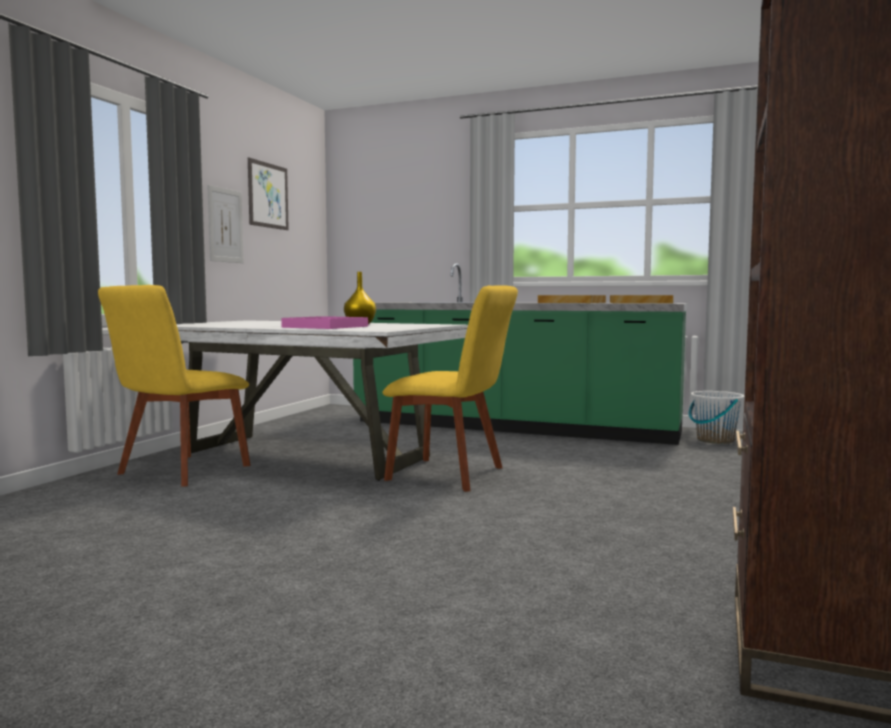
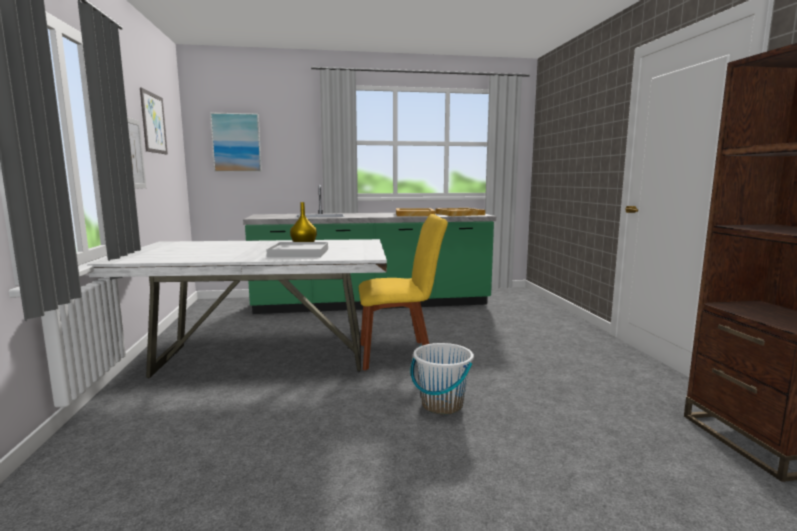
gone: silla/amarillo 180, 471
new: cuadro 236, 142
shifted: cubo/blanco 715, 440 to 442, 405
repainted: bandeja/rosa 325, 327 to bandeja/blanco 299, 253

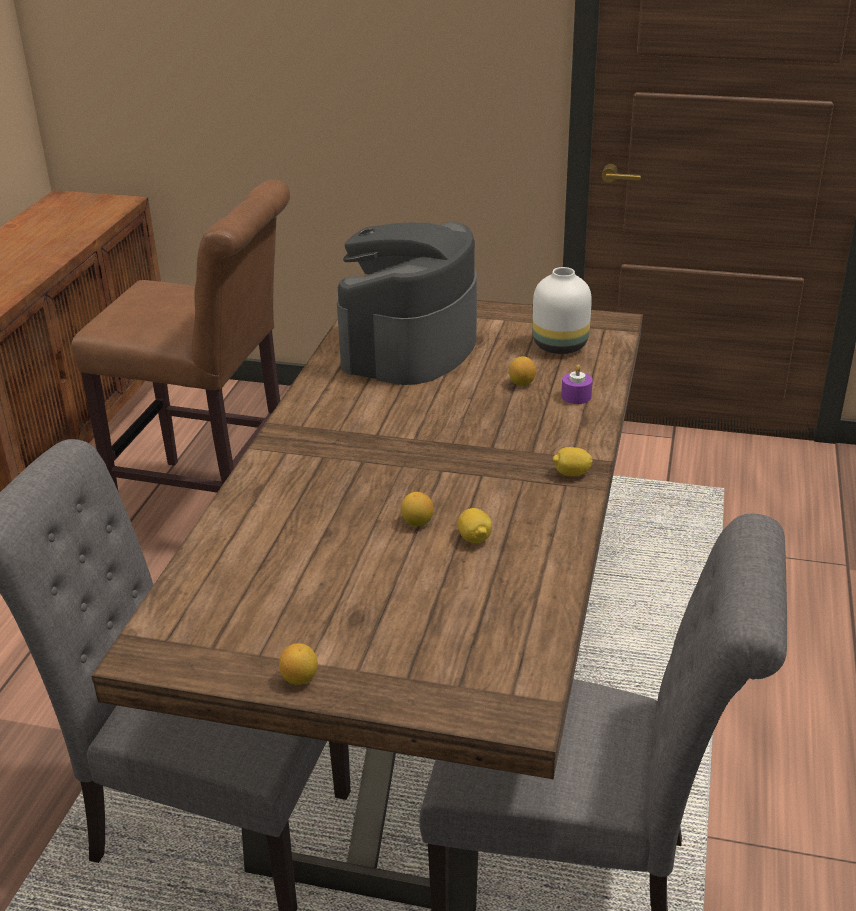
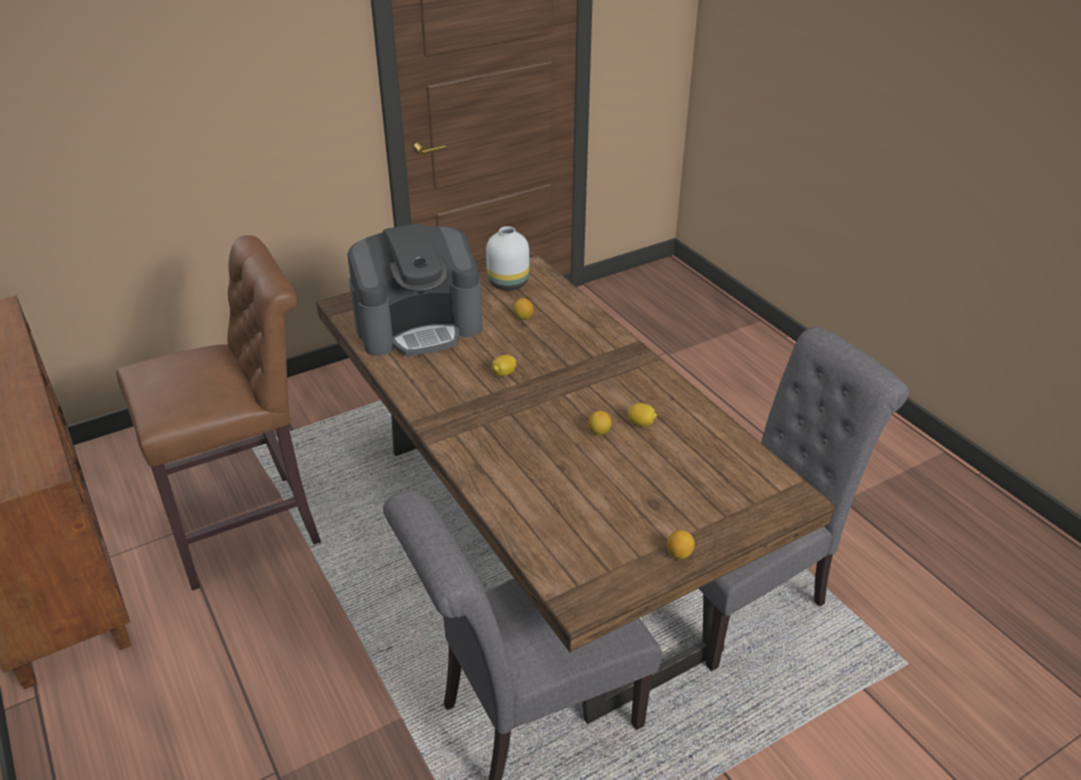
gone: vela/morado 576, 396
shifted: limón 571, 474 to 504, 373
rotated: cafetera 409, 347 = 419, 326 90 degrees counterclockwise

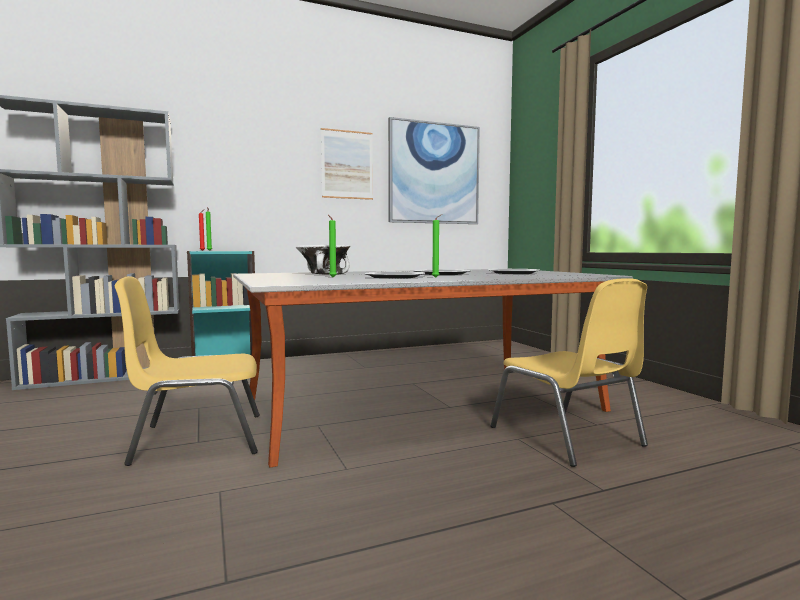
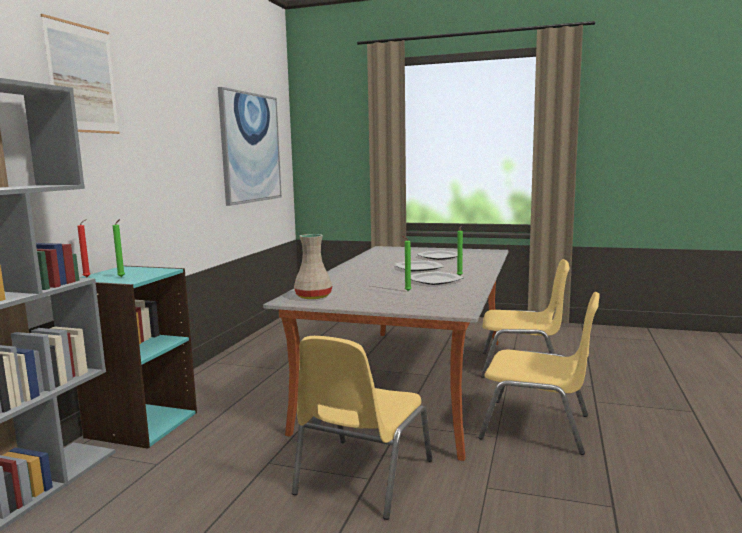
gone: cuenco/blanco 324, 274
new: florero/beis 312, 296; silla/amarillo 537, 427
shifted: cuadro 347, 164 to 82, 79

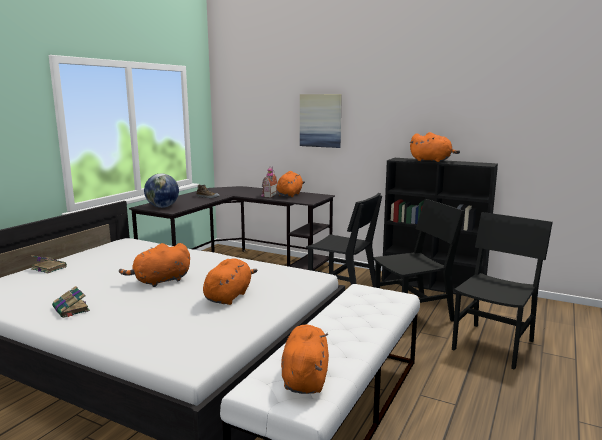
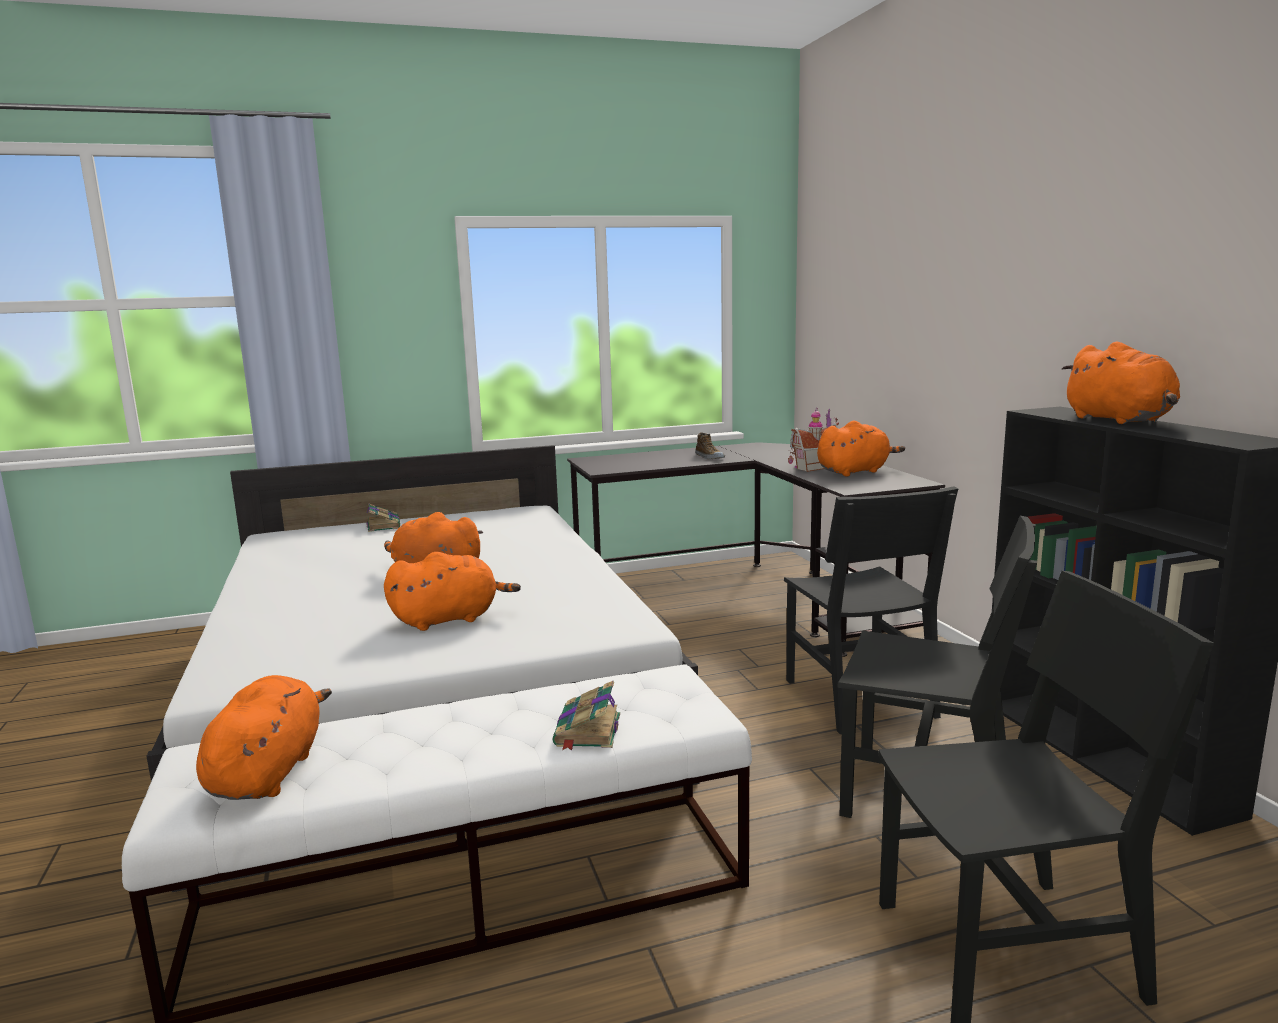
gone: globo terráqueo 162, 207; cuadro 320, 120
shifted: libro 71, 309 to 587, 731
rotated: peluche/naranja 305, 378 = 268, 772 45 degrees counterclockwise

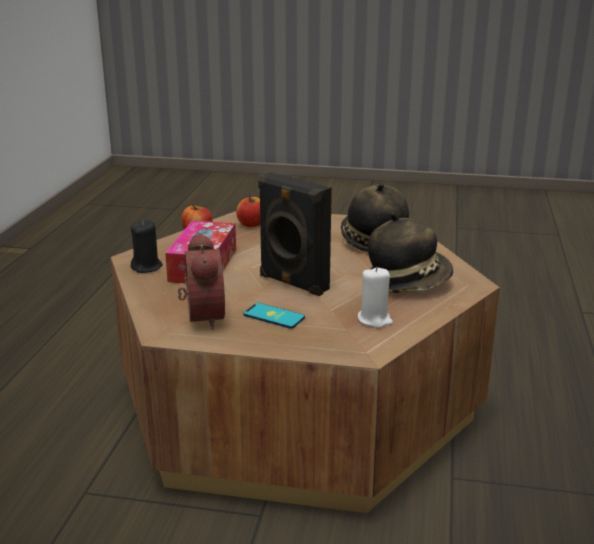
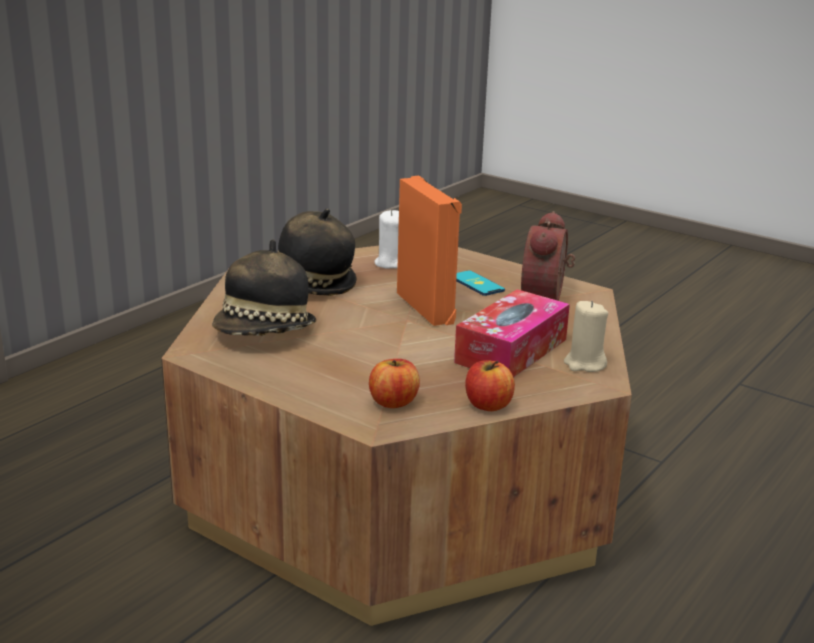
repainted: vela/negro 147, 267 to vela/beis 584, 364; altavoz/negro 292, 283 to altavoz/naranja 427, 307

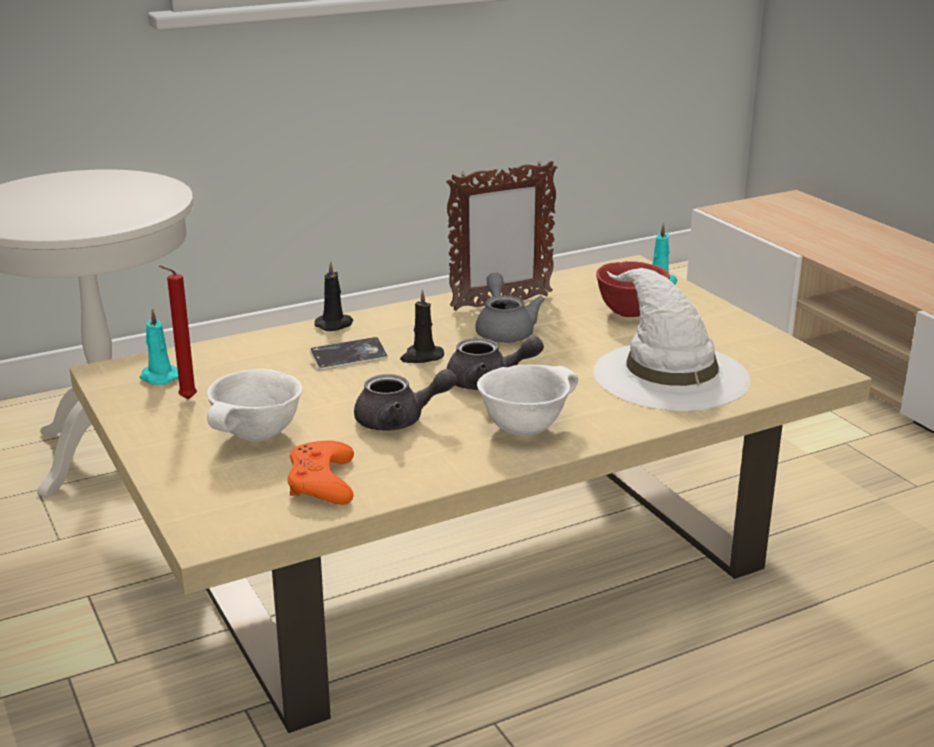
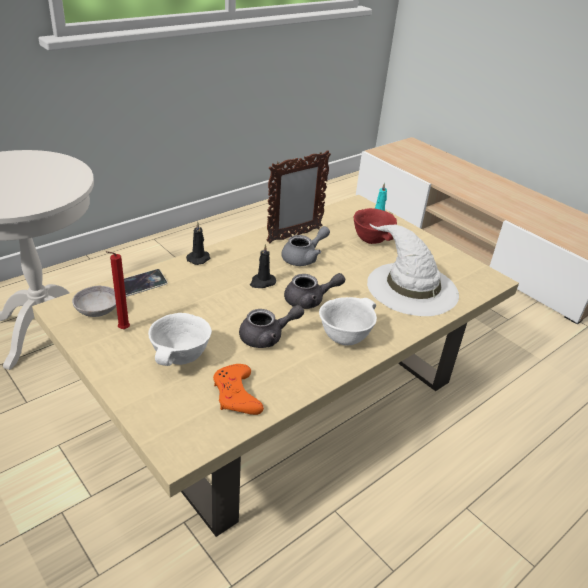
shifted: móvil 349, 358 to 142, 285
swapped: vela/turquesa 159, 377 to cuenco/gris 98, 311
rotated: tetera/gris 504, 330 = 304, 258 75 degrees clockwise

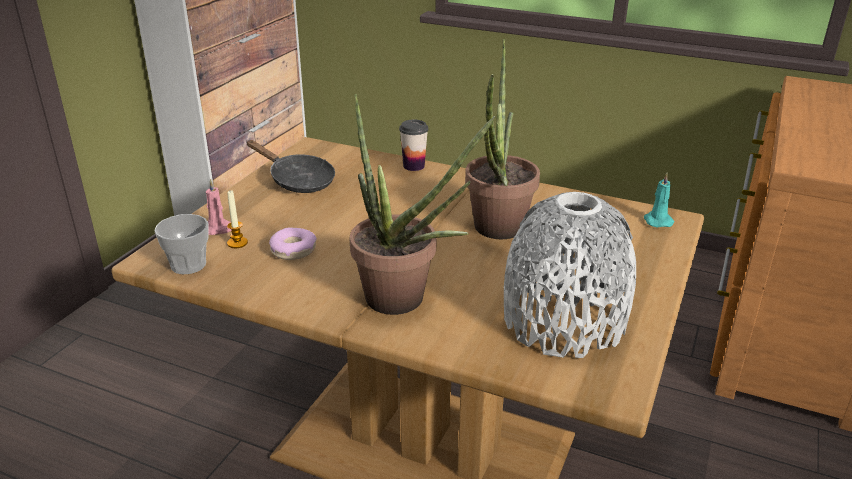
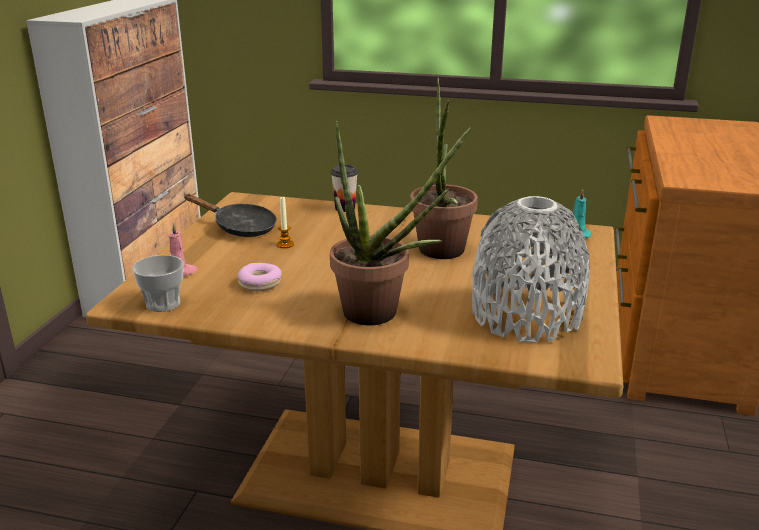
shifted: vela 237, 243 to 285, 244

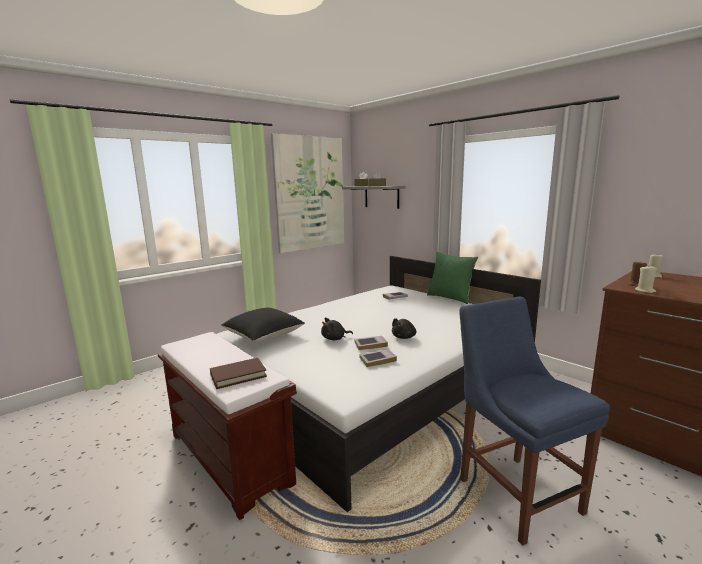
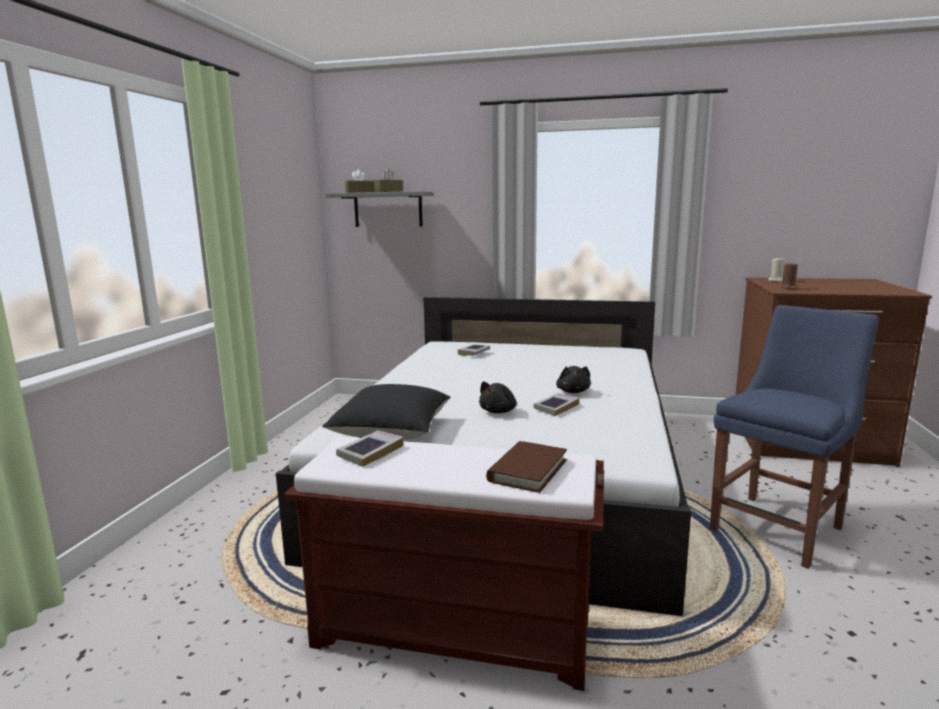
gone: cuadro 310, 193; cojín/verde 450, 298; vela/beis 645, 291
shifted: libro 377, 360 to 370, 452
rotated: silla/azul 515, 491 = 779, 527 105 degrees clockwise

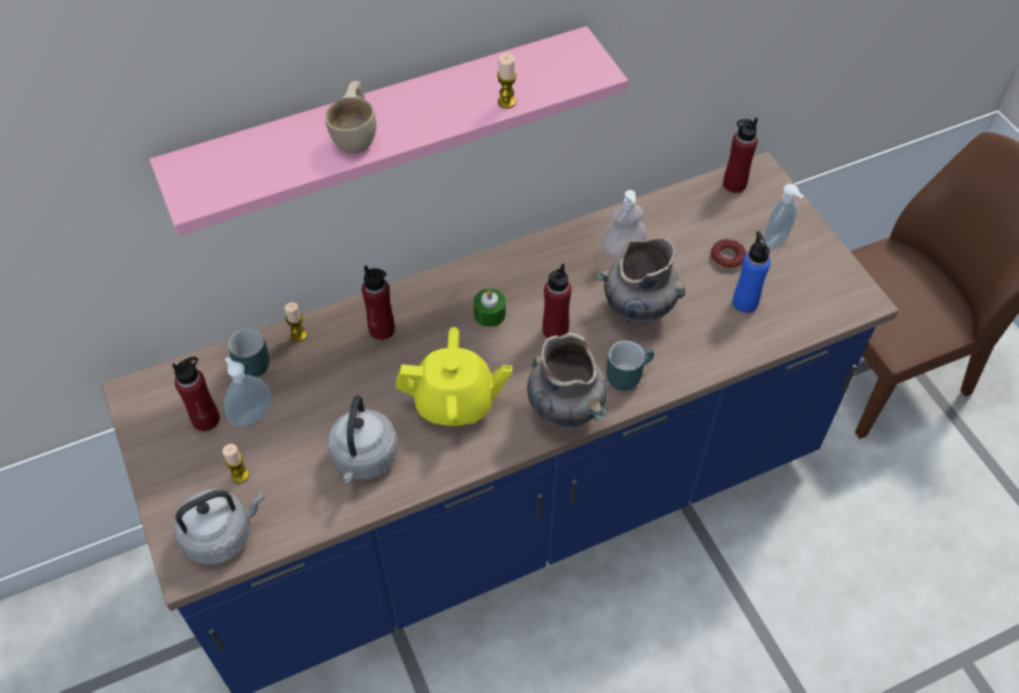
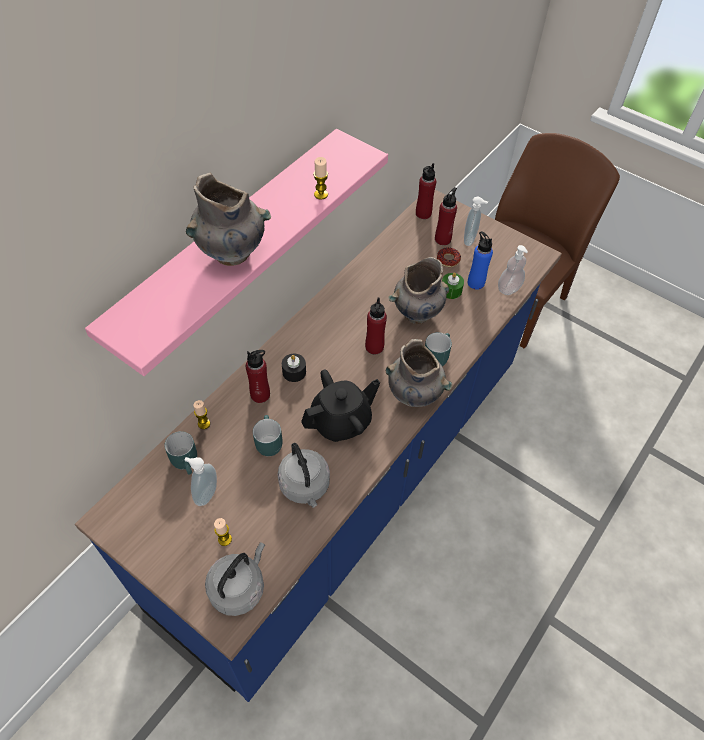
new: taza grande/turquesa 267, 442; vela/negro 294, 372
shifted: botella/rojo 206, 419 to 443, 239; vela/verde 489, 313 to 451, 290; dispensador de jabón 623, 249 to 509, 288
swapped: taza/beis 357, 134 to florero/gris 233, 252
repainted: tetera/amarillo 455, 403 to tetera/negro 341, 421

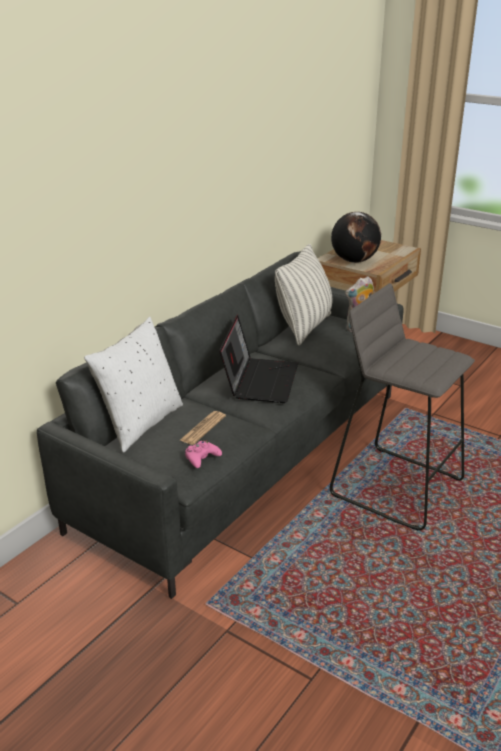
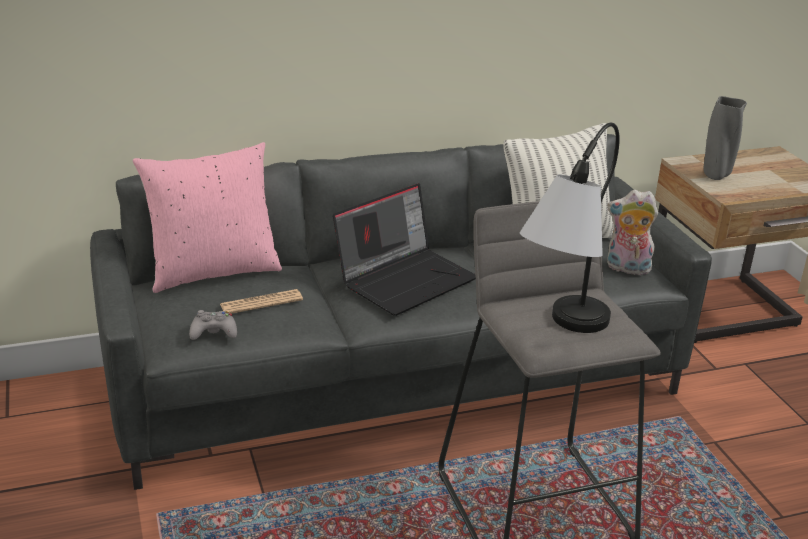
new: lámpara de mesa 560, 333
swapped: globo terráqueo 354, 261 to florero/gris 716, 176
repainted: cojín/blanco 140, 423 to cojín/rosa 213, 271; mando de consola/rosa 201, 458 to mando de consola/gris 213, 332

